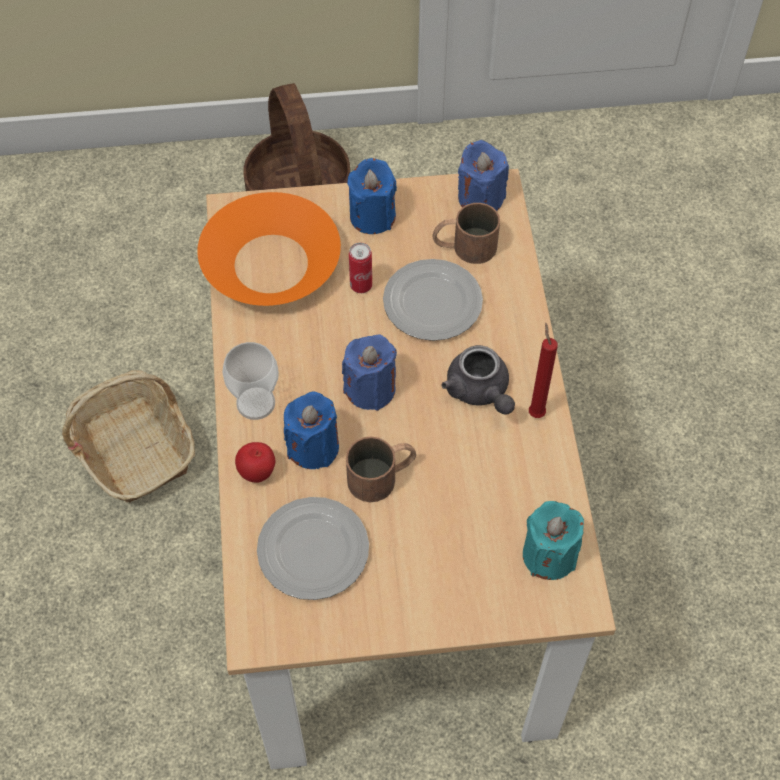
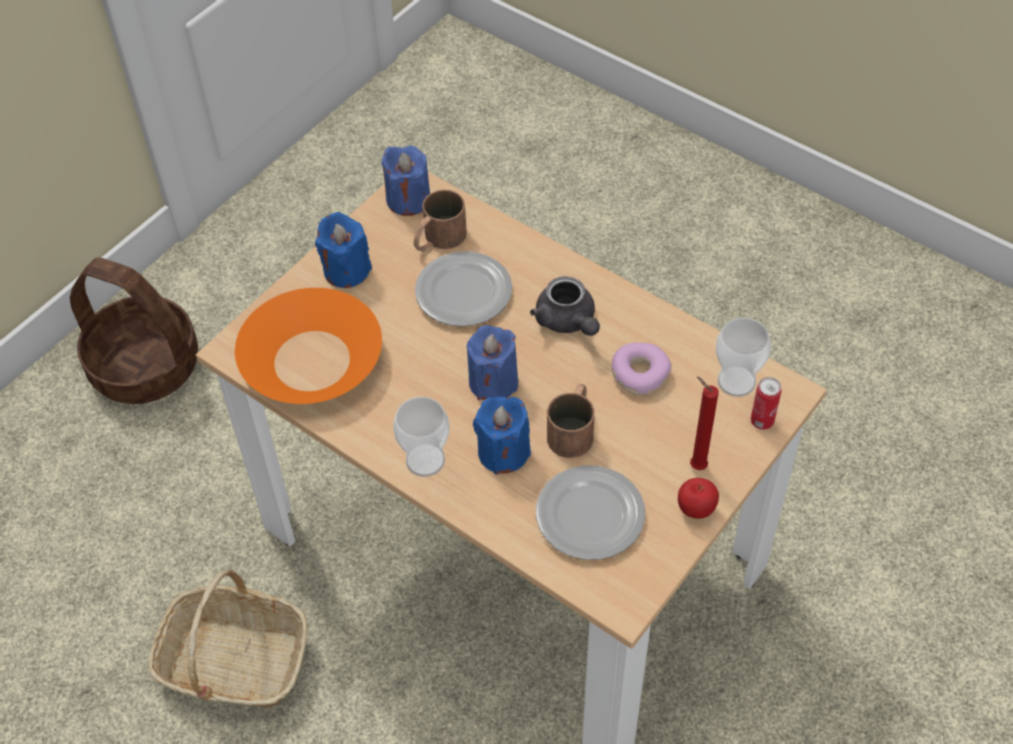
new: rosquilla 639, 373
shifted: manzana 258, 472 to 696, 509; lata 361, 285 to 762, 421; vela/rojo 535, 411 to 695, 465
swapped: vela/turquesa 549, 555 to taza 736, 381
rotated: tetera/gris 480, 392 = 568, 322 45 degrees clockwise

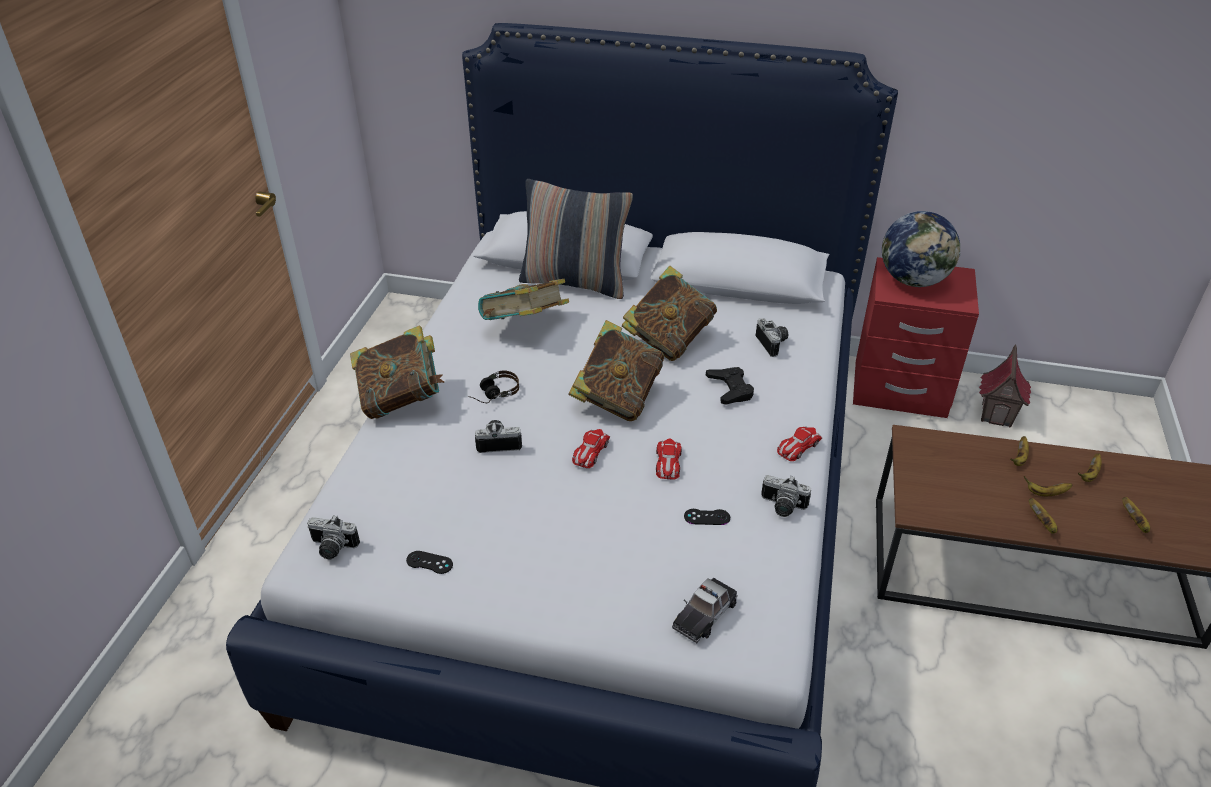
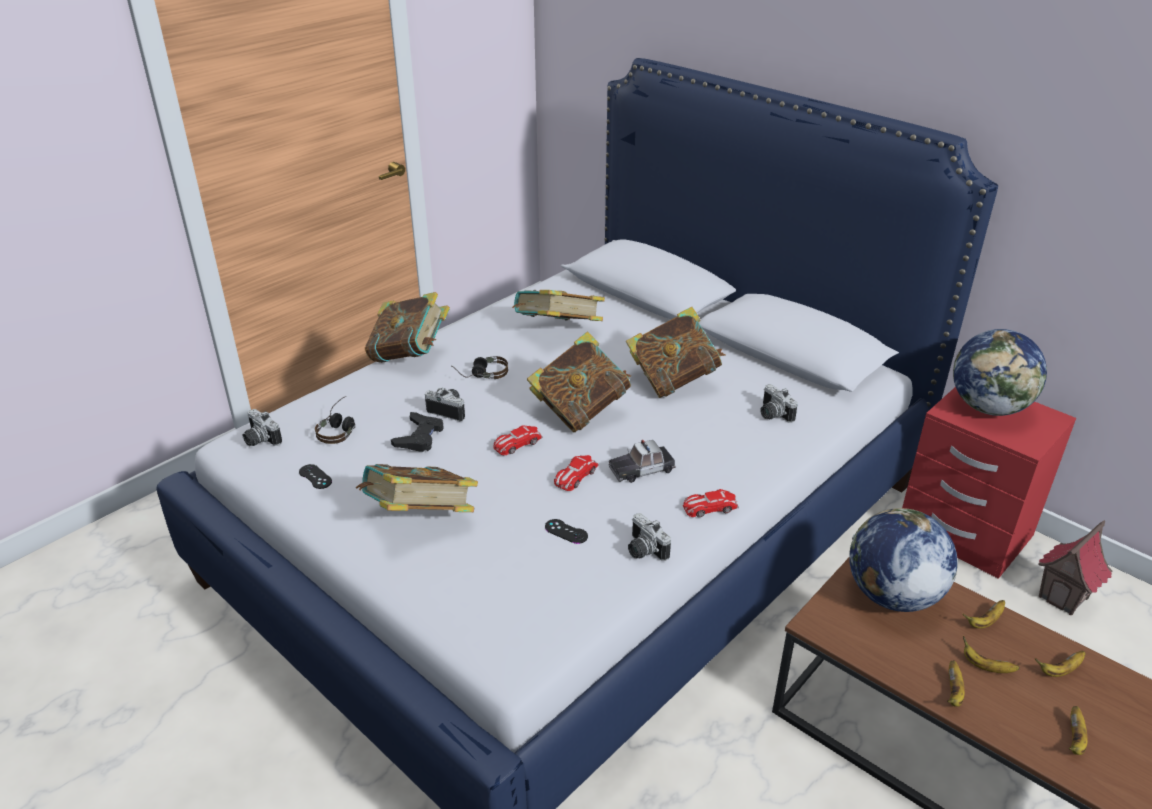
gone: cojín 575, 282
new: auriculares 340, 428; libro 420, 519; globo terráqueo 891, 595
shifted: coche de juguete 704, 614 to 641, 469; mando de consola/negro 730, 389 to 419, 437
rotated: cámara 773, 344 = 772, 414 135 degrees clockwise

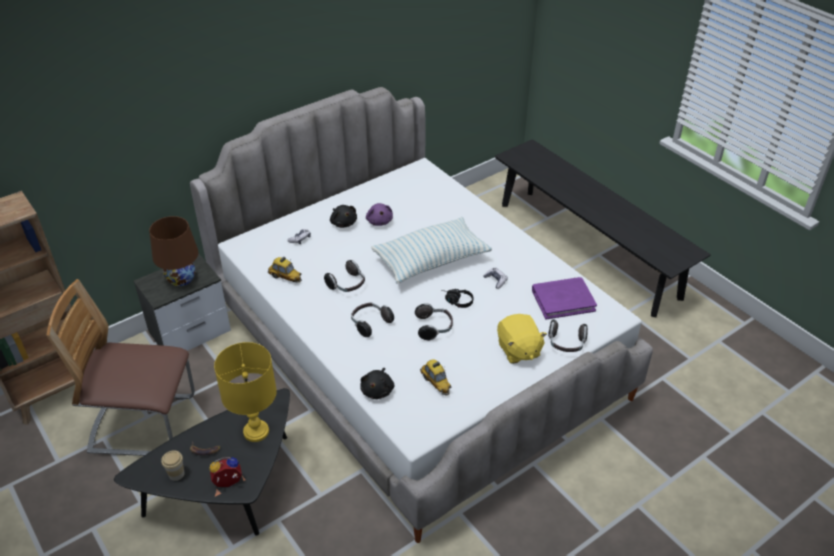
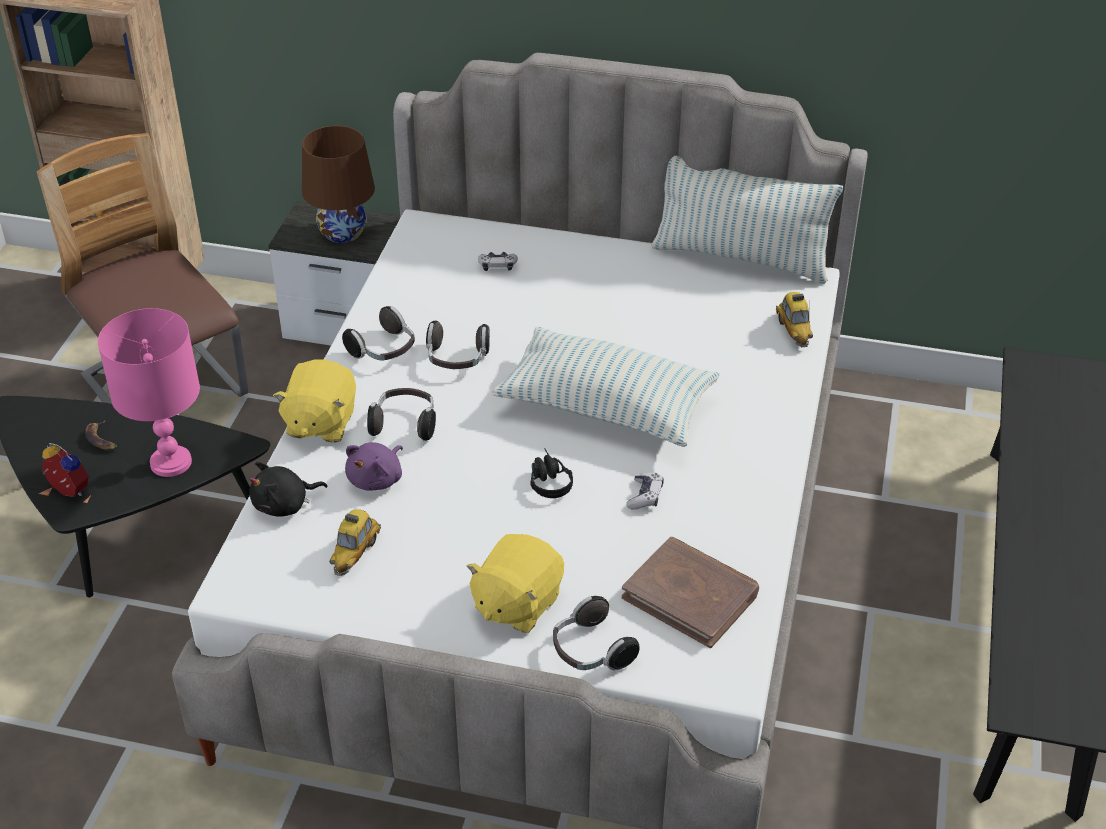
gone: taza 176, 474; peluche/negro 343, 223
new: peluche/amarillo 320, 423; cojín 741, 258
shifted: coche de juguete 285, 277 to 793, 331; peluche/morado 379, 221 to 377, 479; auriculares 434, 328 to 384, 350
repainted: lámpara de mesa/amarillo 257, 431 to lámpara de mesa/rosa 171, 463; libro/morado 563, 300 to libro/marrón 690, 595

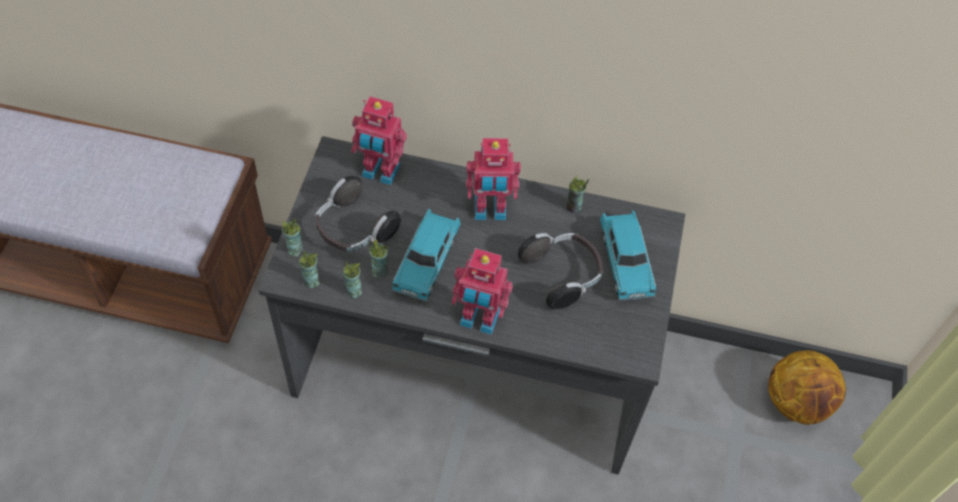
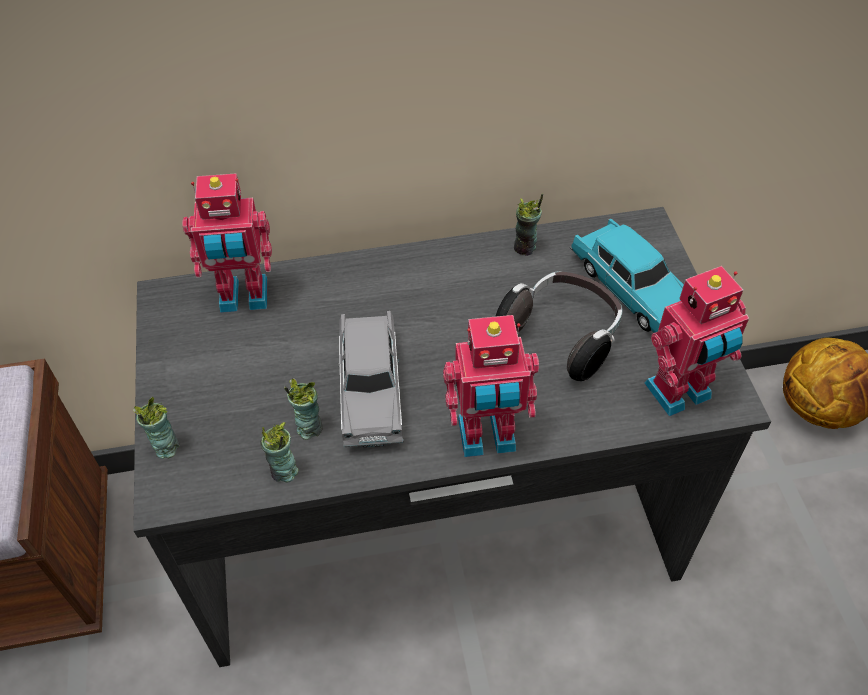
gone: taza 311, 281; auriculares 354, 229
shifted: robot de juguete 490, 211 to 680, 394
repainted: coche de juguete/turquesa 427, 262 to coche de juguete/gris 370, 389

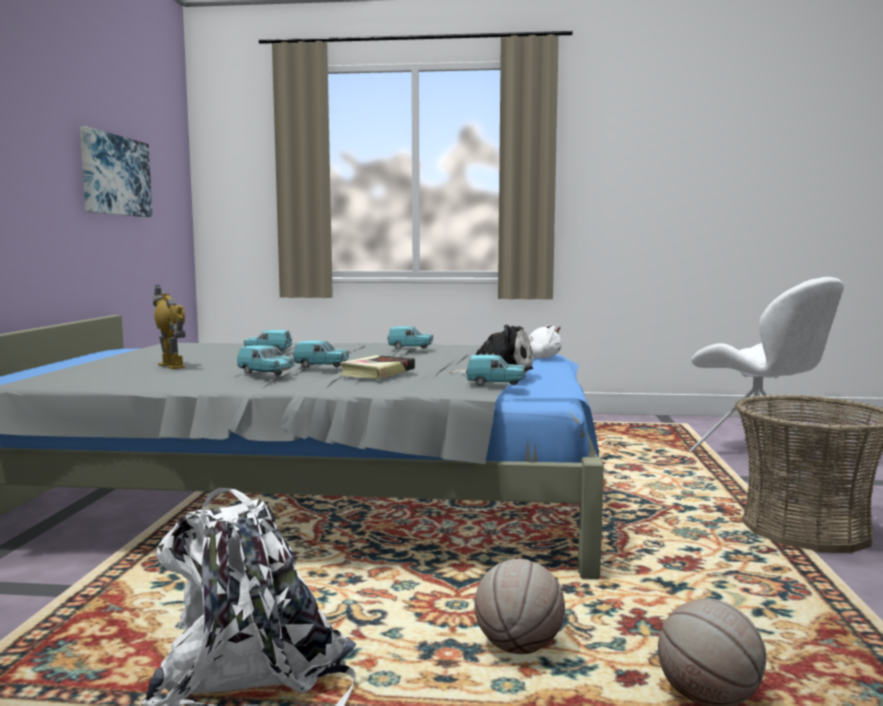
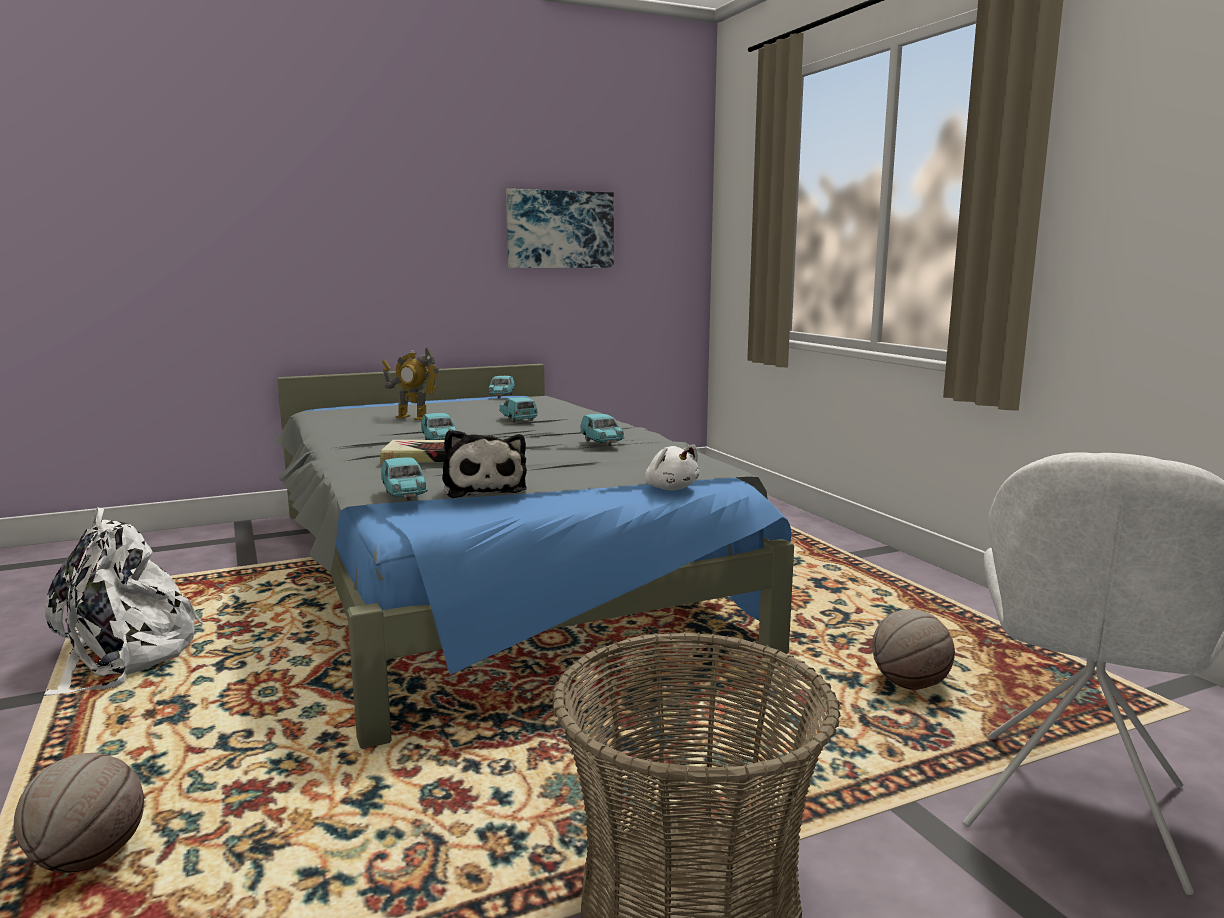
shifted: coche de juguete/turquesa 266, 373 to 501, 396; balón de baloncesto 518, 647 to 909, 684
rotated: robot de juguete 172, 366 = 412, 417 90 degrees clockwise

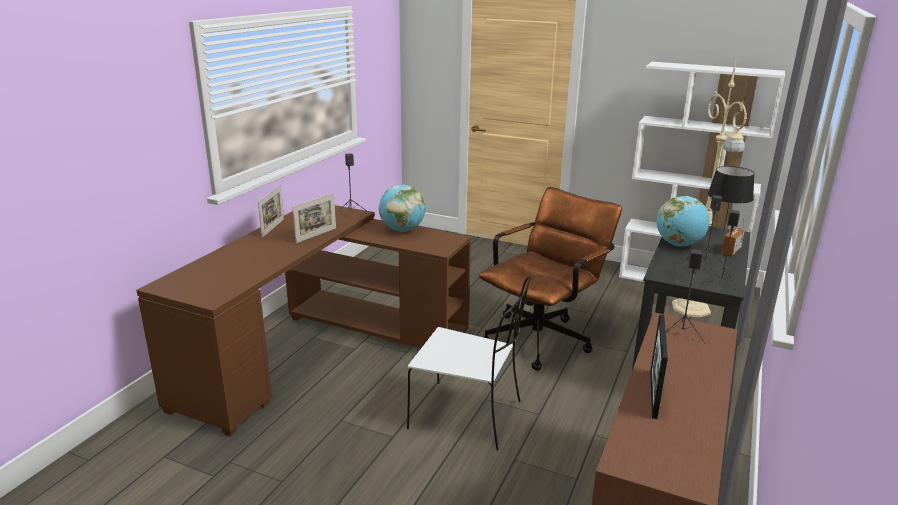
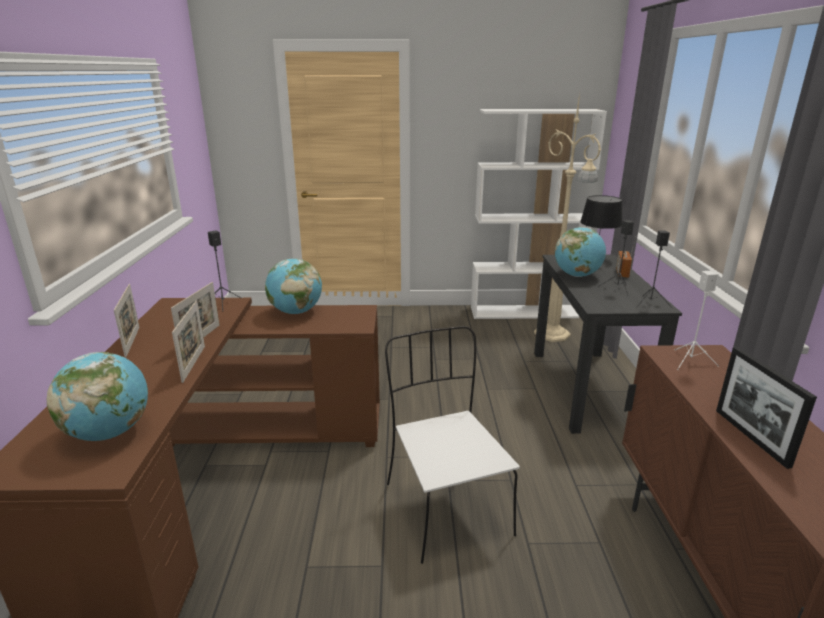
gone: silla de oficina/marrón 542, 337
new: globo terráqueo 109, 432; portarretratos 194, 363
repainted: altavoz/negro 682, 334 to altavoz/blanco 690, 361
rotated: silla/blanco 468, 415 = 445, 506 105 degrees counterclockwise

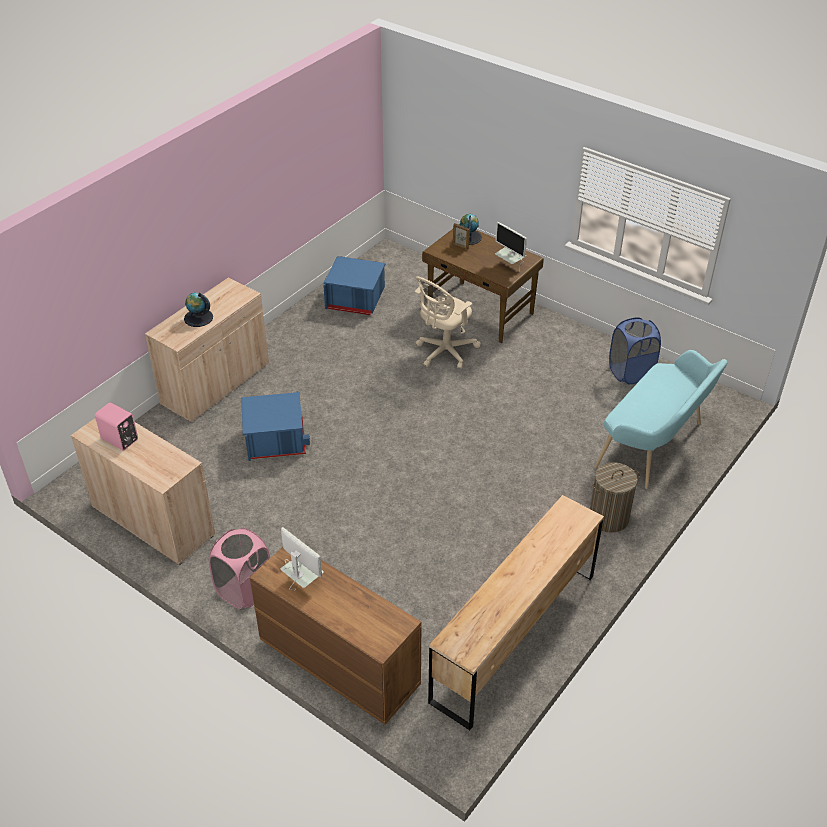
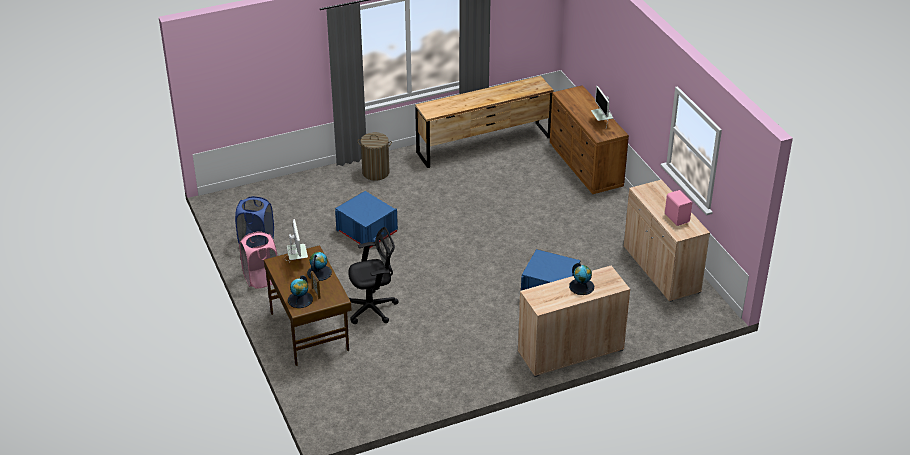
gone: banco/turquesa 654, 446
new: globo terráqueo 319, 273
shifted: cesto de la ropa/rosa 244, 590 to 261, 278; caja de almacenaje/azul 355, 300 to 367, 231
repainted: silla de oficina/beis 444, 352 to silla de oficina/negro 372, 308

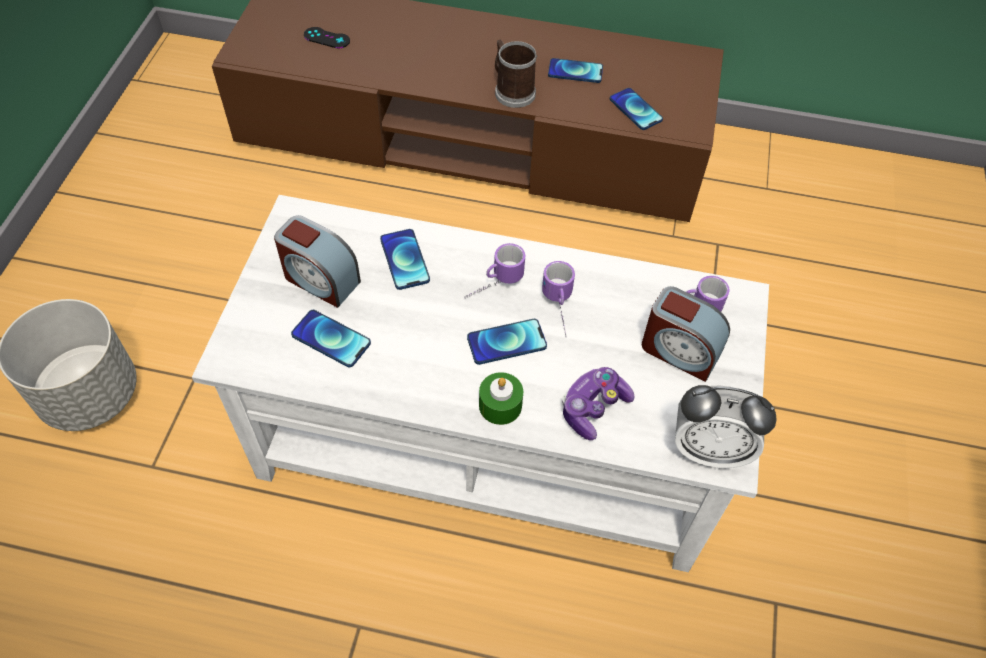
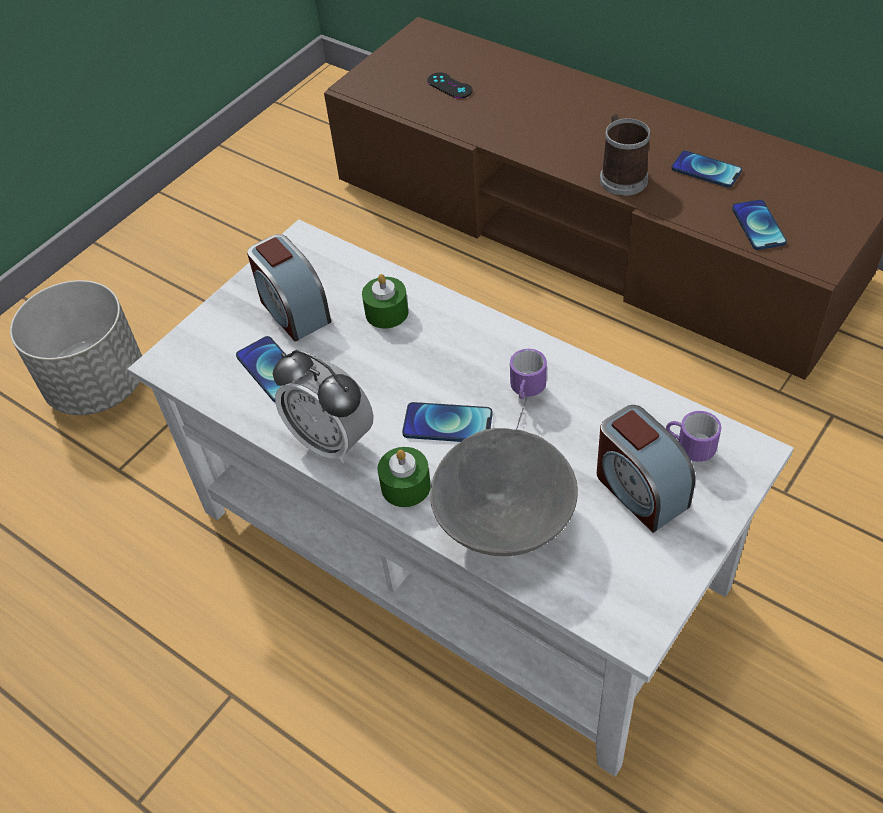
gone: taza grande 493, 285
shifted: despertador 709, 449 to 331, 441
swapped: móvil 404, 260 to vela/verde 386, 312; mando de consola 593, 408 to cuenco/gris 505, 520

